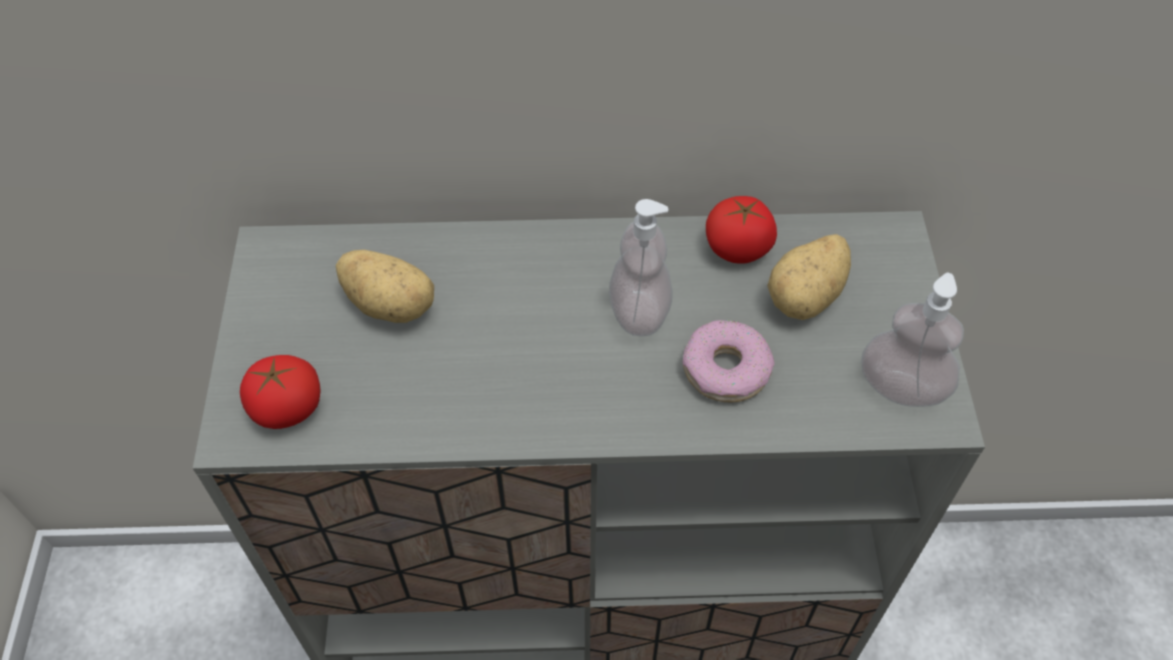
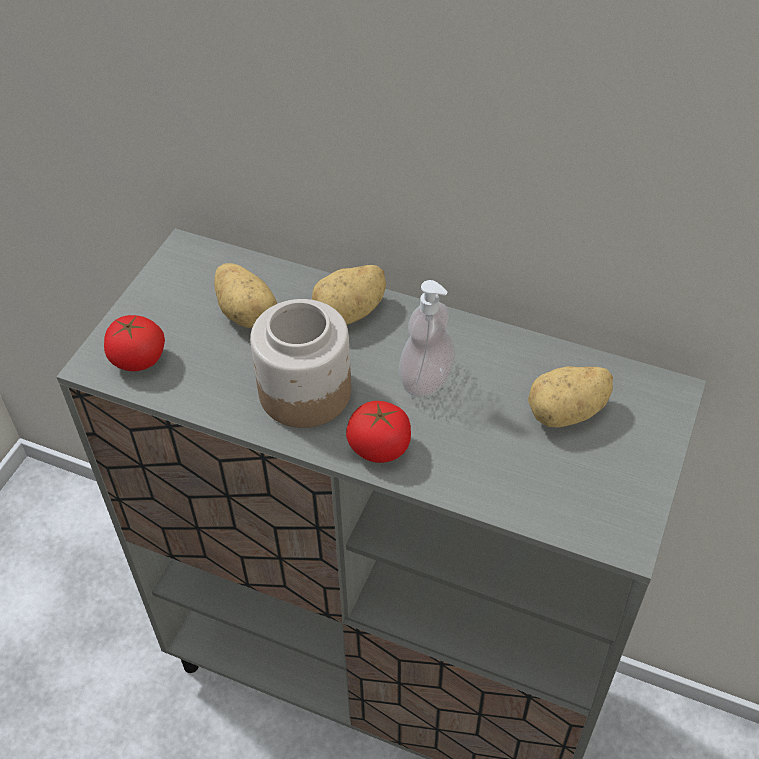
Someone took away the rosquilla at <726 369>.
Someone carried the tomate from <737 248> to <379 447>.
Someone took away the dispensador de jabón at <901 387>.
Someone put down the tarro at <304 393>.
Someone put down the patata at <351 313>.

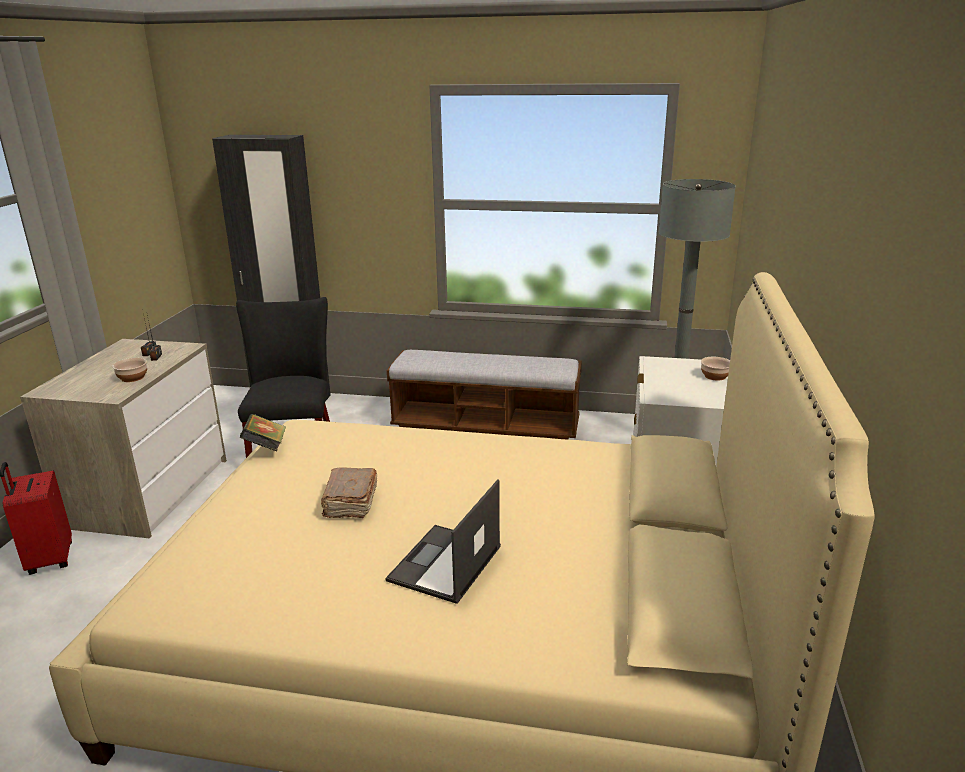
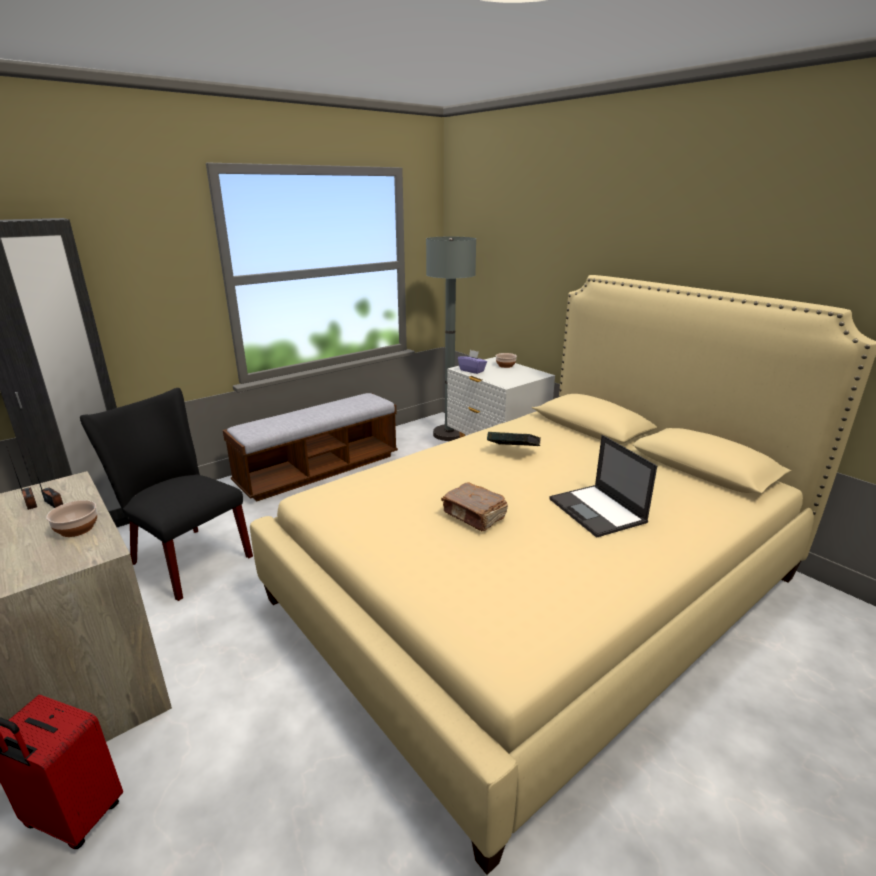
Someone carried the libro from <266 448> to <513 452>.
Someone put down the caja de pañuelos/morado at <472 370>.

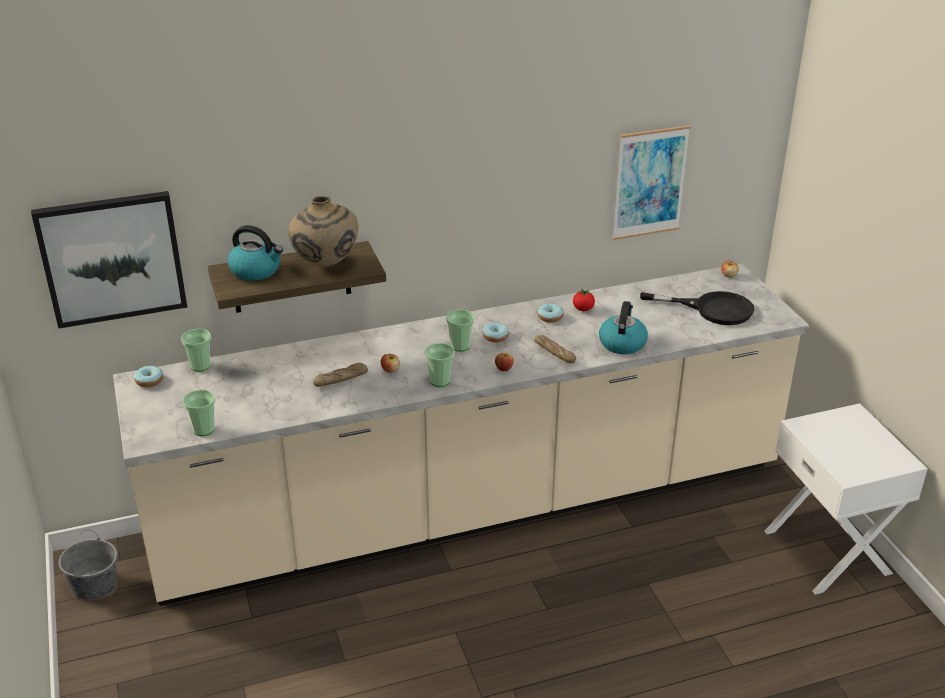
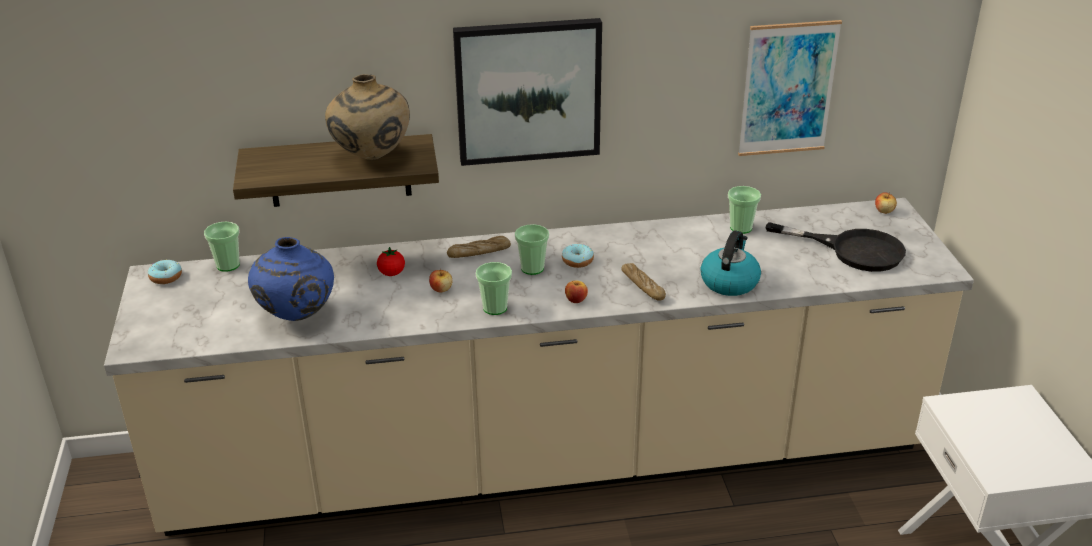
Someone carried the cuadro from <112 258> to <528 91>.
Someone took away the cubo/gris at <94 586>.
Someone carried the taza from <203 429> to <741 228>.
Someone took away the hervidor at <256 270>.
Someone carried the pan from <341 379> to <479 252>.
Someone took away the rosquilla at <550 317>.
Someone carried the tomate from <583 309> to <391 273>.
Someone put down the florero/azul at <297 316>.

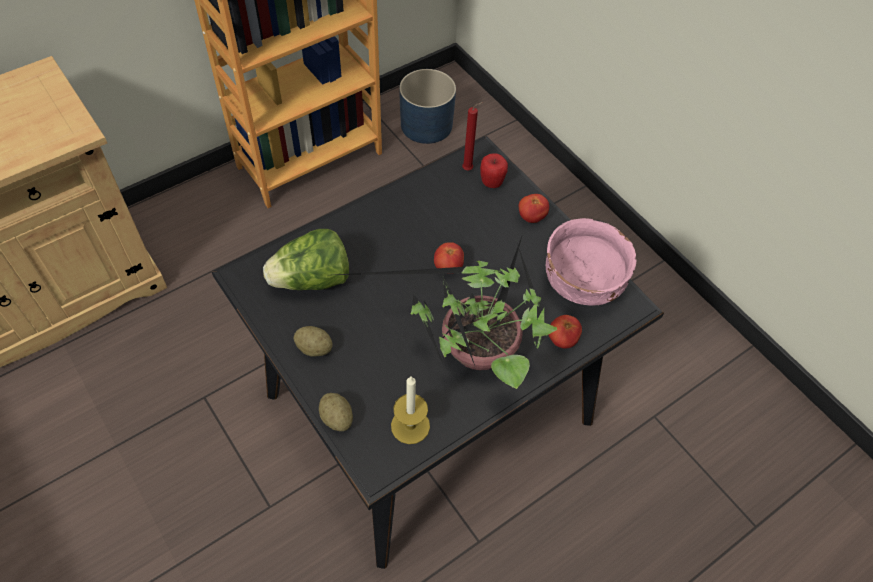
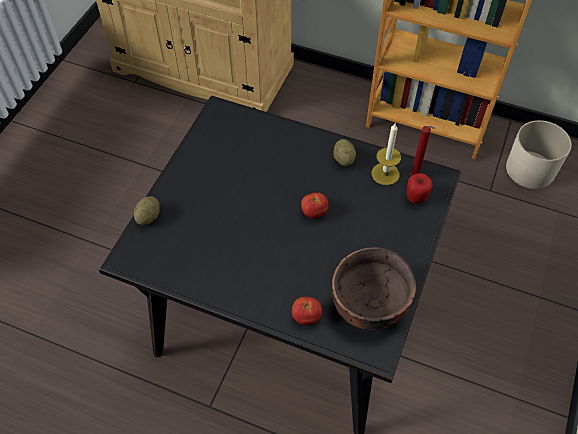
Someone took away the lechuga at <312 280>.
Someone carried the patata from <314 348> to <343 159>.
Someone took away the planta en maceta at <473 350>.
Someone carried the vela from <410 426> to <385 174>.
Someone repainted the maceta/azul at <426 125>, which became the maceta/beis at <530 170>.
Someone took away the tomate at <531 217>.
Someone repainted the cuenco/rosa at <582 284>, which became the cuenco/marrón at <370 306>.

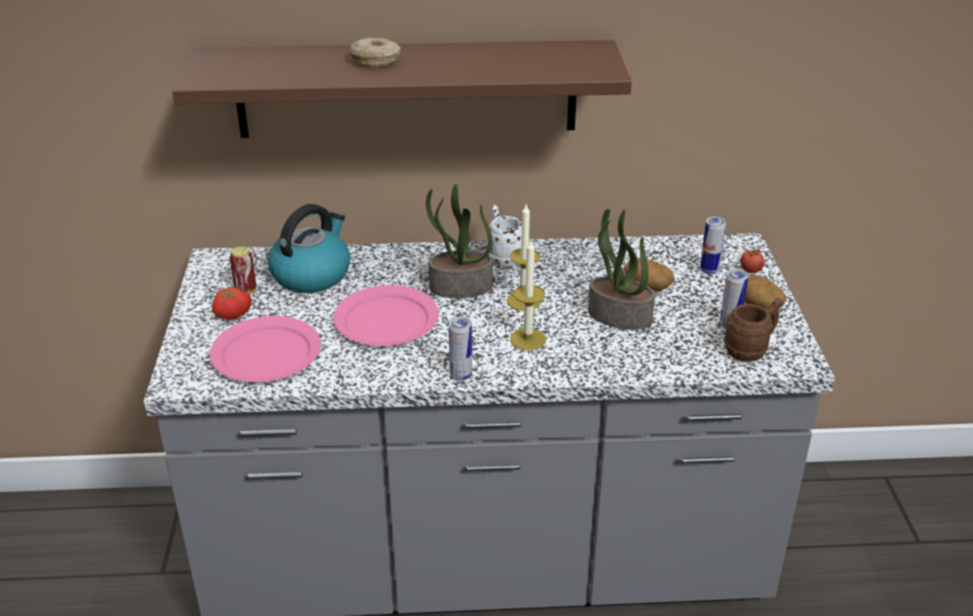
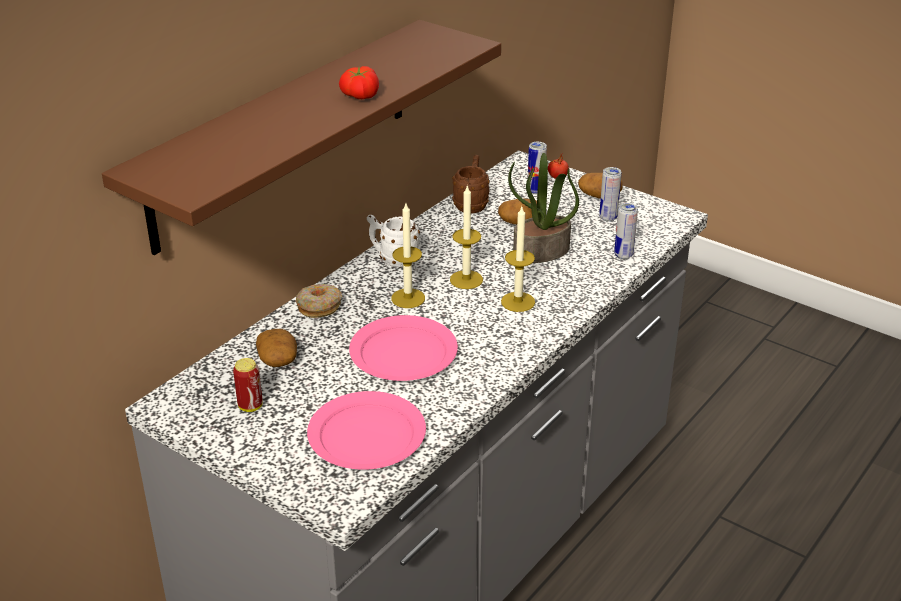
Someone carried the tomate from <231 313> to <359 96>.
Someone swapped the hervidor at <312 274> for the patata at <278 360>.
Someone carried the rosquilla from <375 60> to <319 306>.
Someone swapped the planta en maceta at <460 288> for the vela at <408 298>.
Someone carried the lata from <461 375> to <623 255>.
Someone carried the taza grande/marrón from <750 350> to <471 204>.

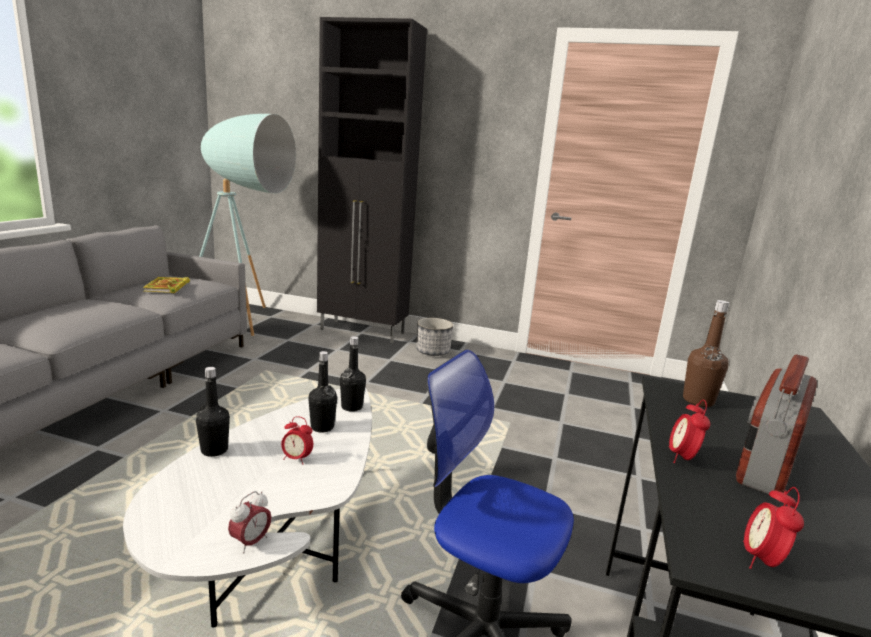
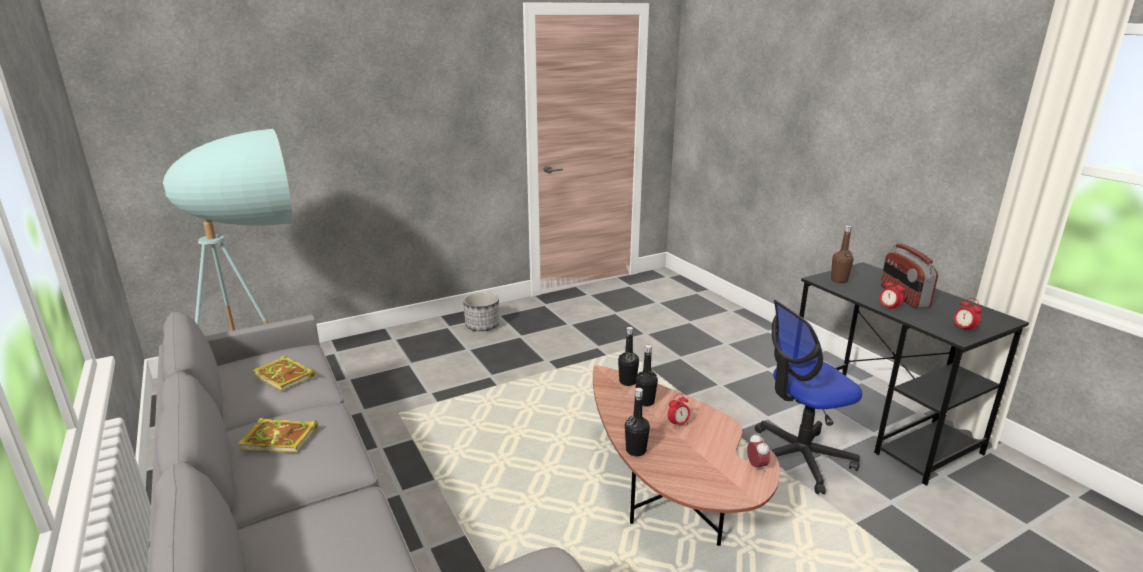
Someone repainted the mesa de centro/blanco at <278 548>, which became the mesa de centro/marrón at <667 496>.
Someone took away the armario/negro at <363 332>.
Someone put down the libro at <281 438>.

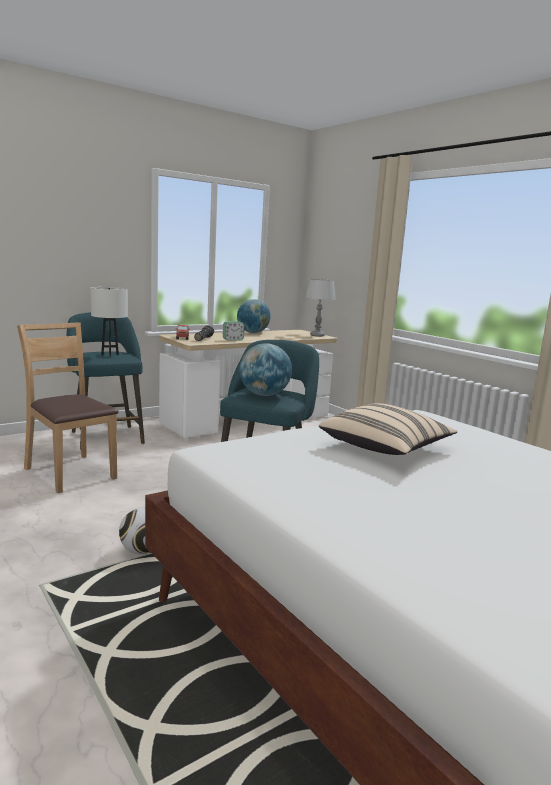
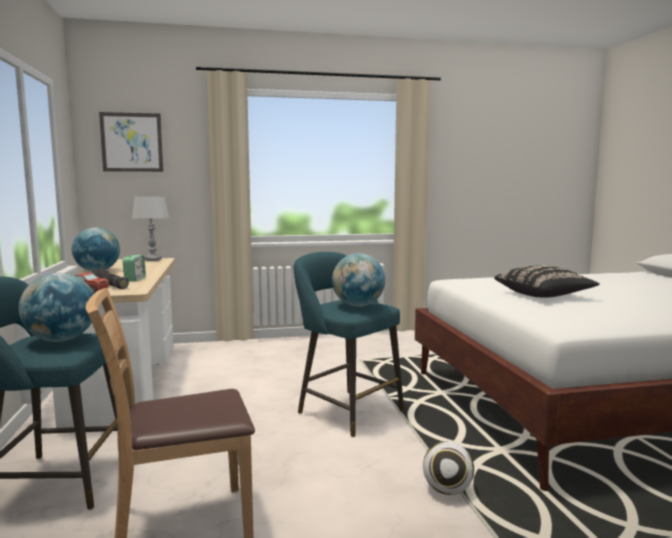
Someone swapped the lámpara de mesa/blanco at <109 354> for the globo terráqueo at <61 340>.
Someone repainted the cojín/beis at <385 449>, which became the cojín/negro at <544 295>.
Someone put up the cuadro at <132 142>.

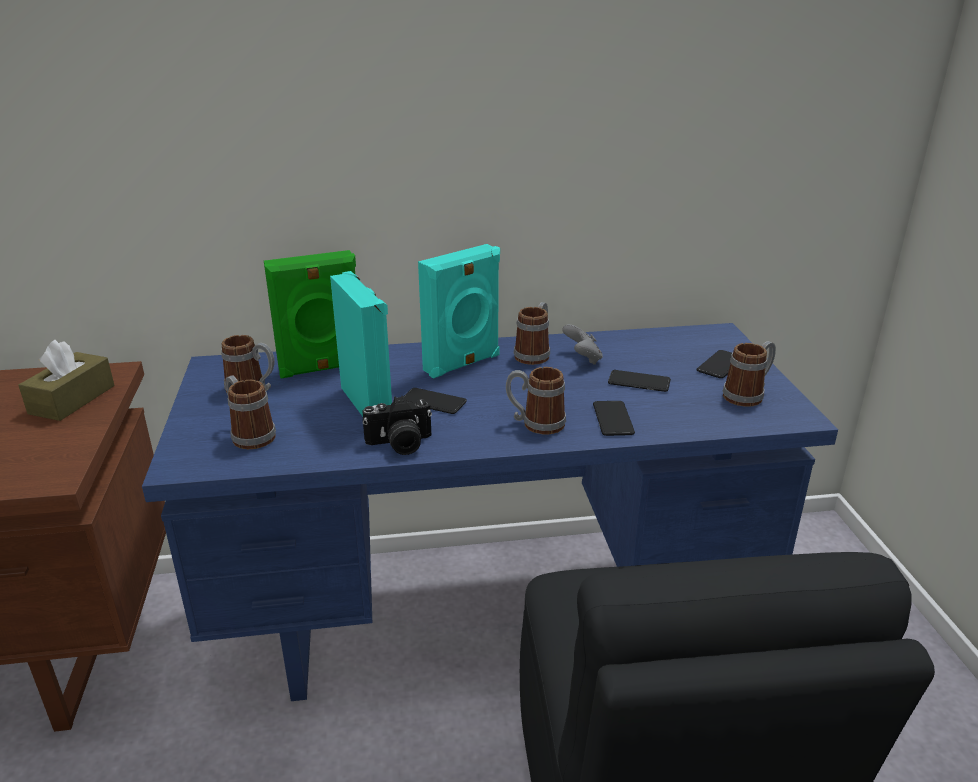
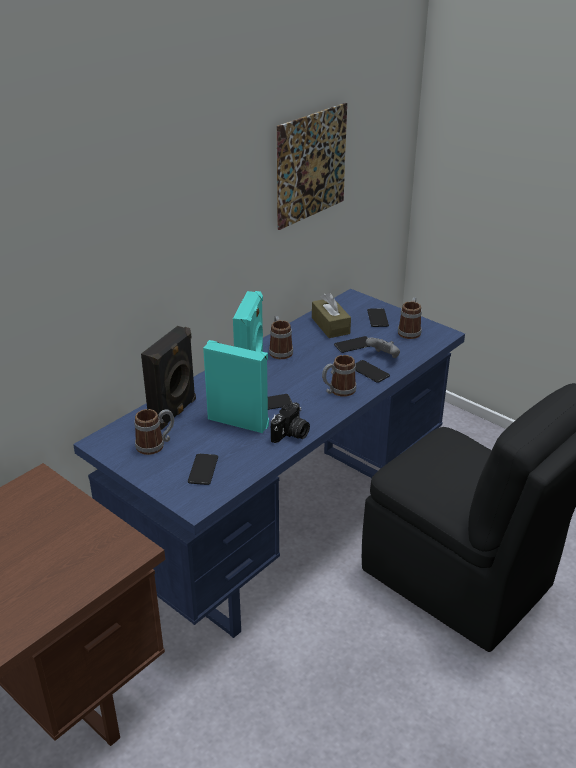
Someone carried the caja de pañuelos/marrón from <72 399> to <330 326>.
Someone swapped the taza grande at <249 435> for the móvil at <203 470>.
Someone repainted the altavoz/verde at <321 368>, which became the altavoz/negro at <174 413>.
Someone carried the mando de consola/gris from <582 359> to <384 357>.
Someone put up the cuadro at <311 165>.

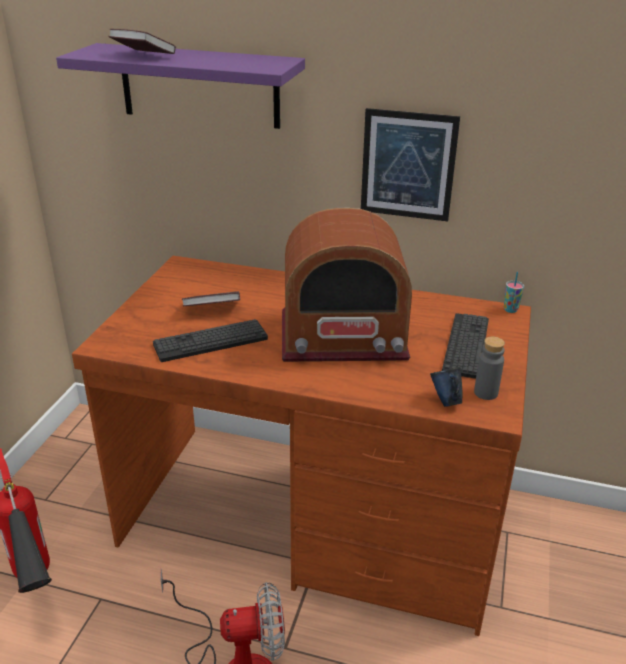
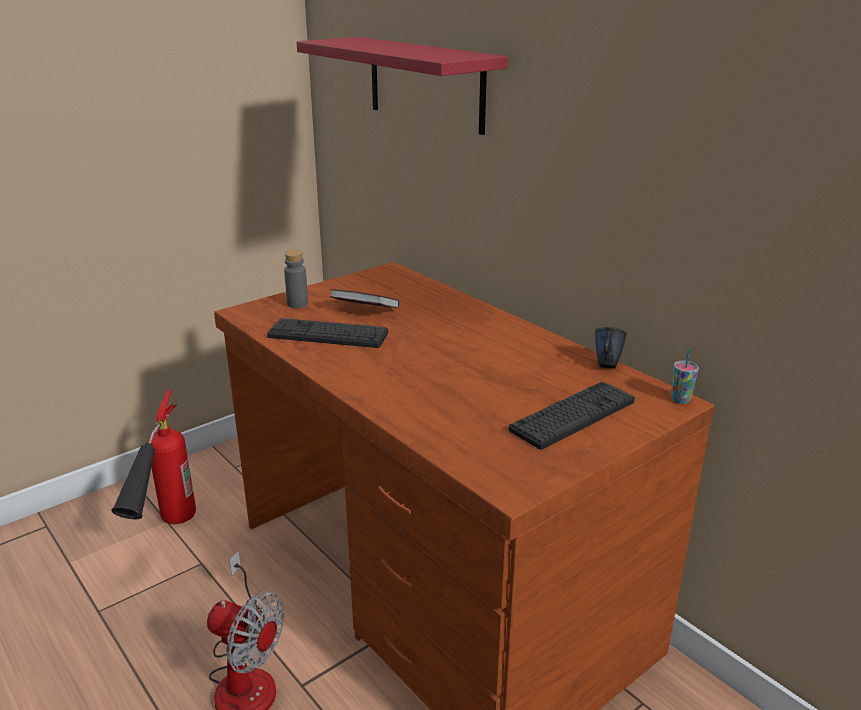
Someone repainted the estante/morado at <199 86>, which became the estante/rojo at <425 84>.
Someone took away the libro at <143 56>.
Someone took away the radio at <343 336>.
Someone took away the cuadro at <408 165>.
Someone carried the taza grande/azul from <446 402> to <606 365>.
Someone carried the botella/gris from <485 393> to <297 304>.

